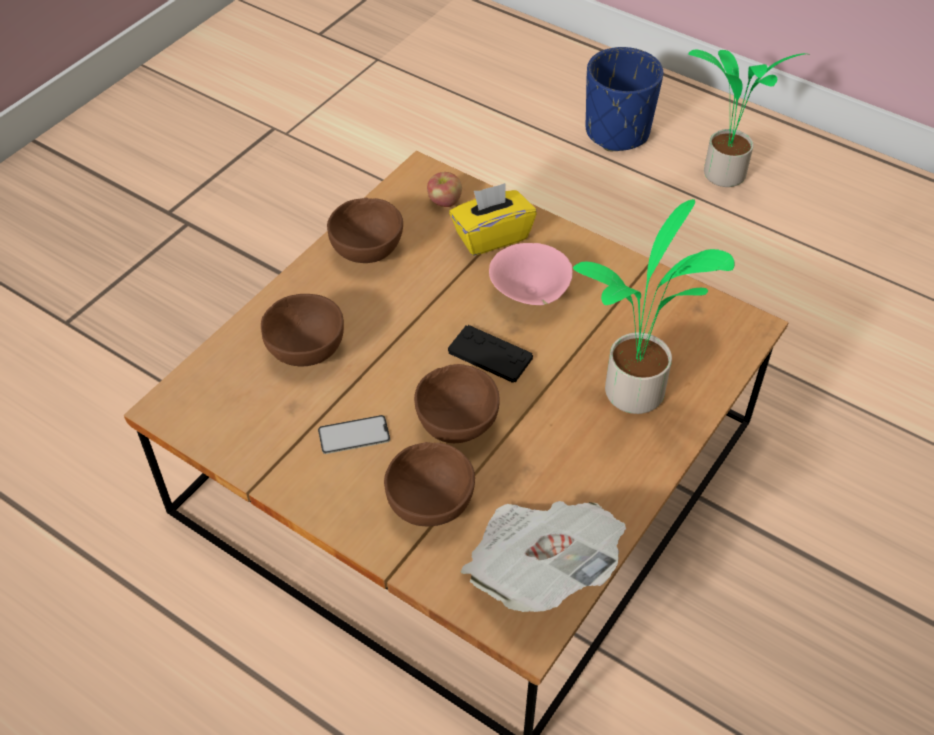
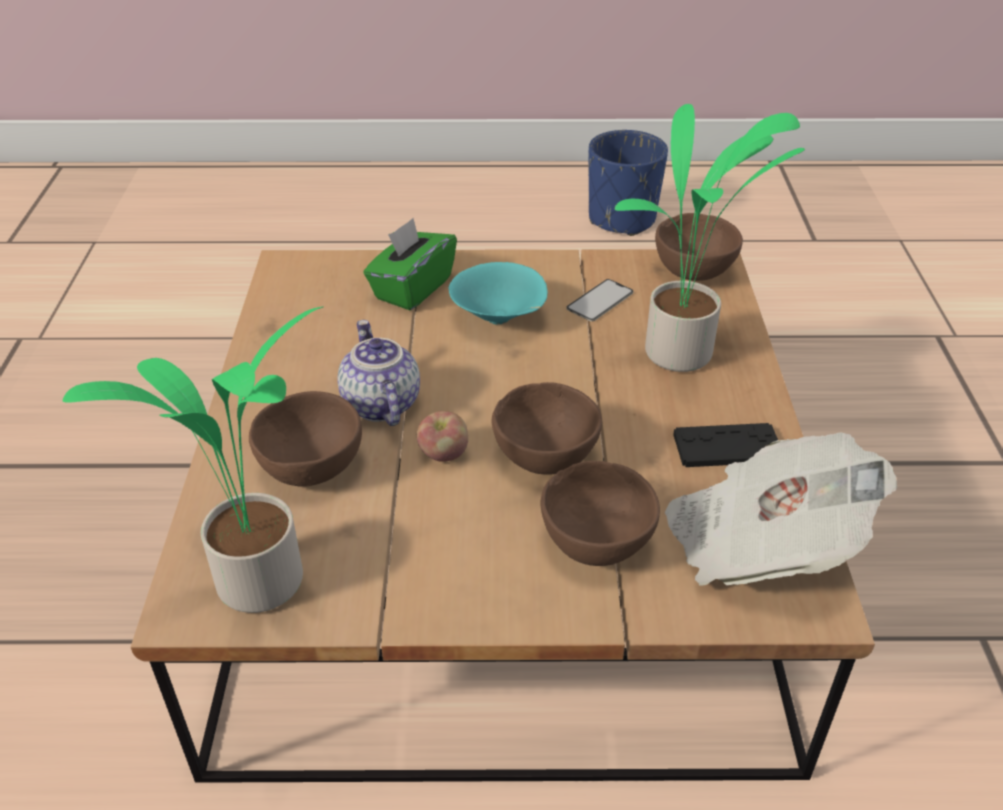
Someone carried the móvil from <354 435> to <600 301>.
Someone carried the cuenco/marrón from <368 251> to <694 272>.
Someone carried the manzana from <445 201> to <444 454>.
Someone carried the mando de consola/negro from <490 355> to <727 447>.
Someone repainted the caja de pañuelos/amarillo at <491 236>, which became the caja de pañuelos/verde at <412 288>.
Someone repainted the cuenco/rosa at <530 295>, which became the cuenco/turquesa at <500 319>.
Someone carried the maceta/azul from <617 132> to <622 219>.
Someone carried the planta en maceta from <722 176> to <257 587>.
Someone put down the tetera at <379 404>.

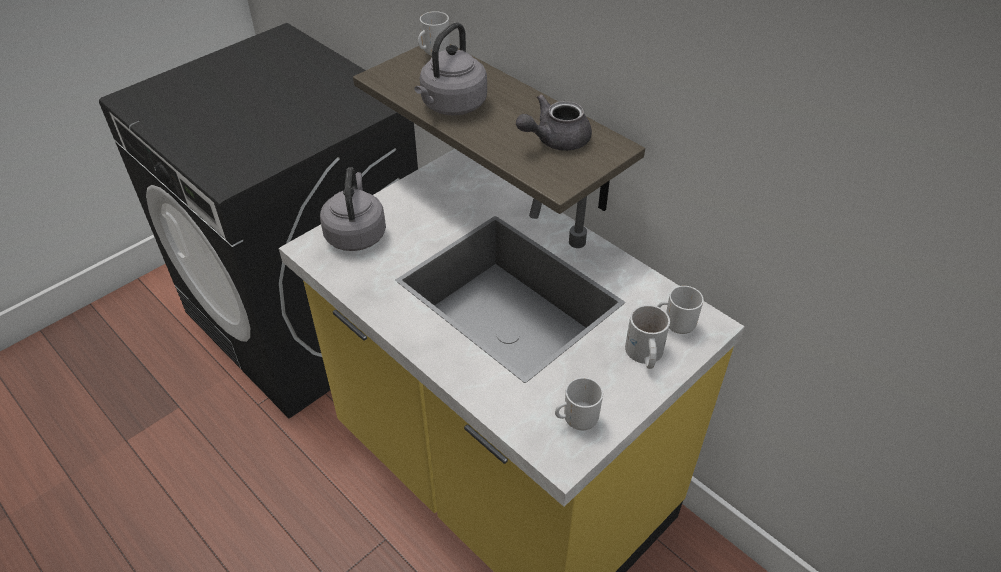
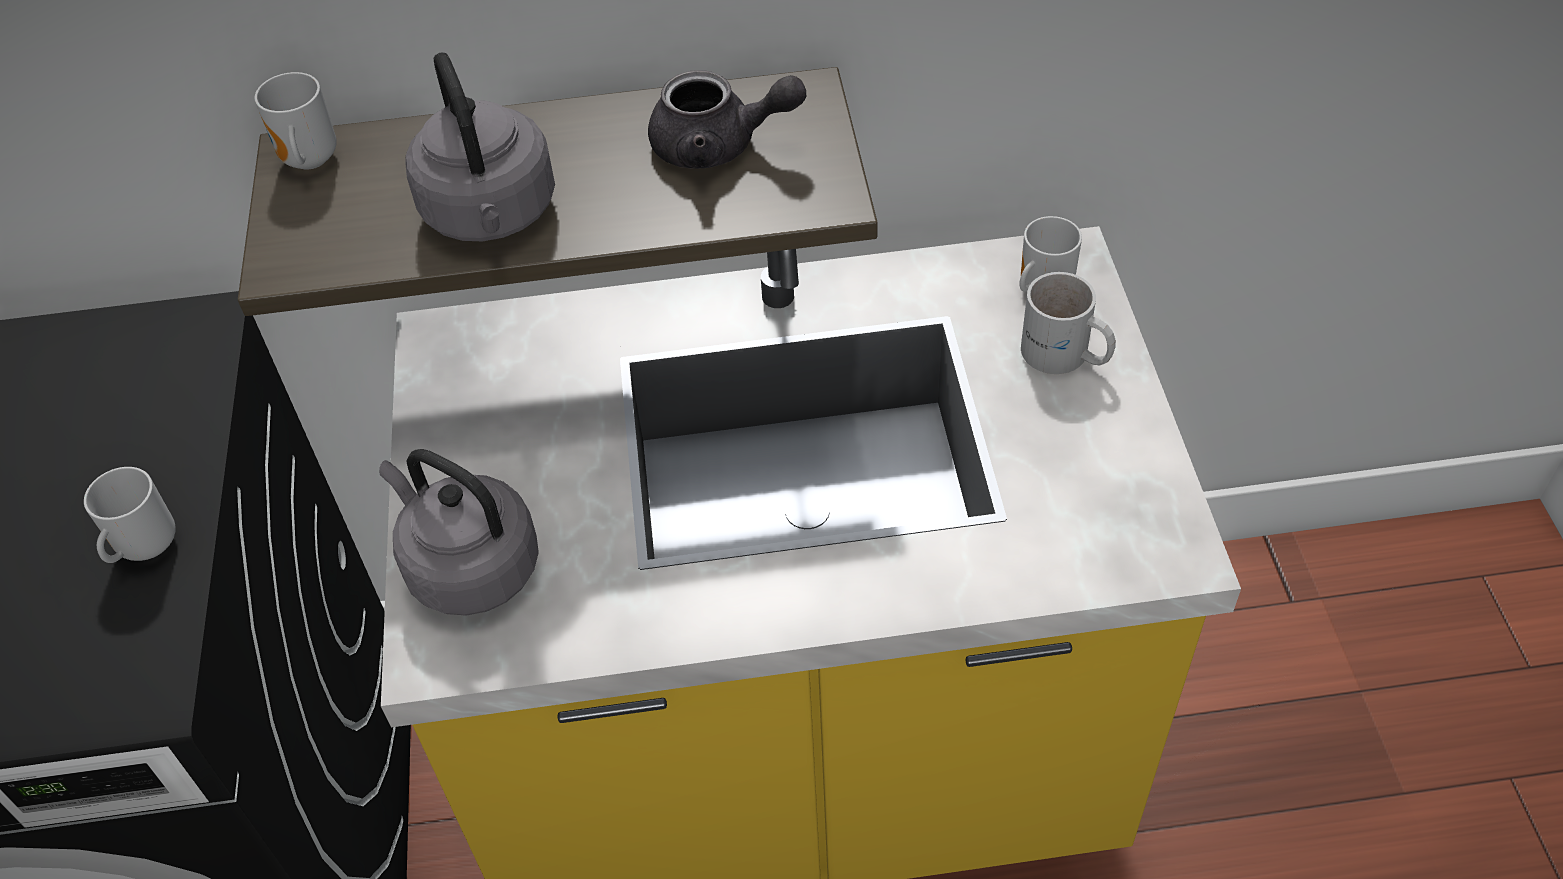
Someone rotated the tetera/gris at <555 140> by 90 degrees counterclockwise.
Someone carried the taza grande from <577 420> to <144 547>.

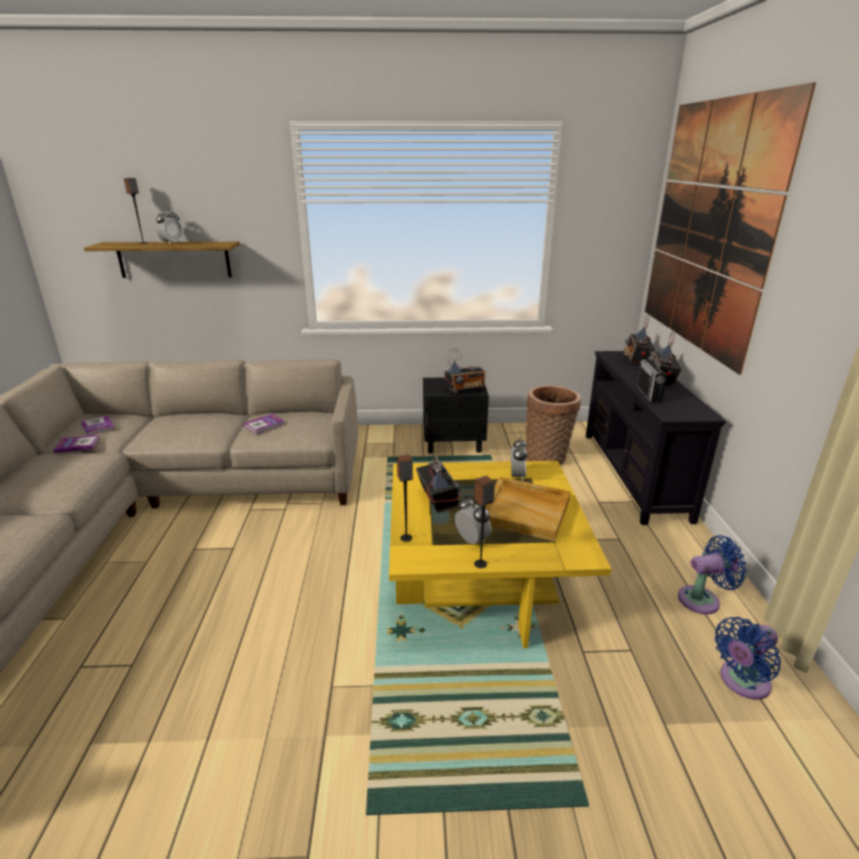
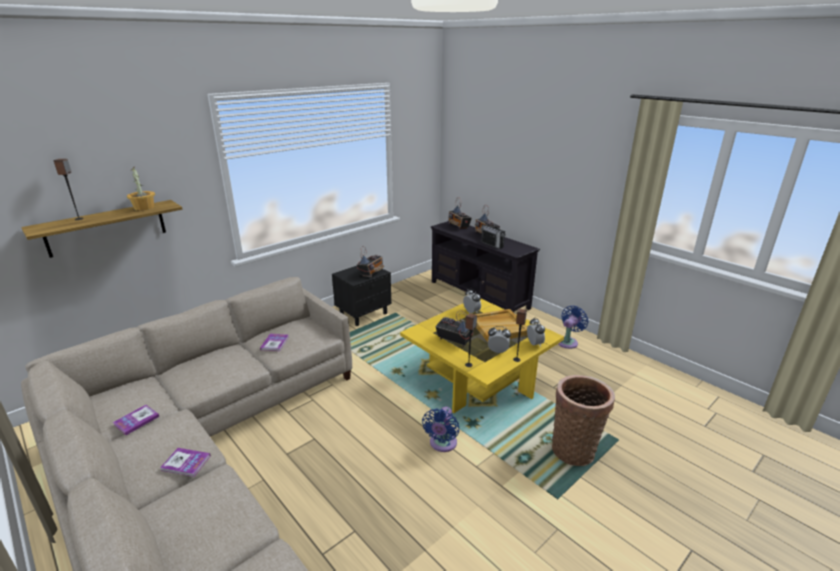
Someone carried the libro from <97 426> to <186 463>.
Someone carried the despertador from <172 243> to <534 344>.
Someone carried the cesta from <547 458> to <574 449>.
Someone took away the cuadro at <708 227>.
Someone carried the ventilador/azul from <741 682> to <442 444>.
Someone put down the planta en maceta at <144 208>.

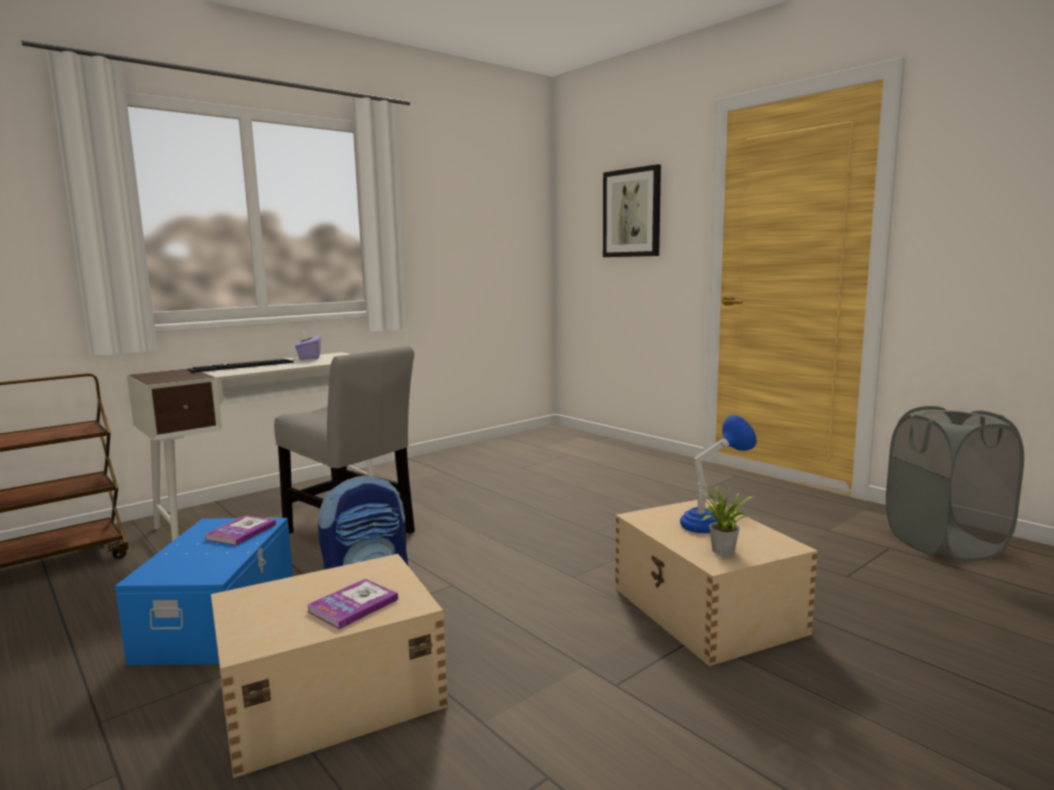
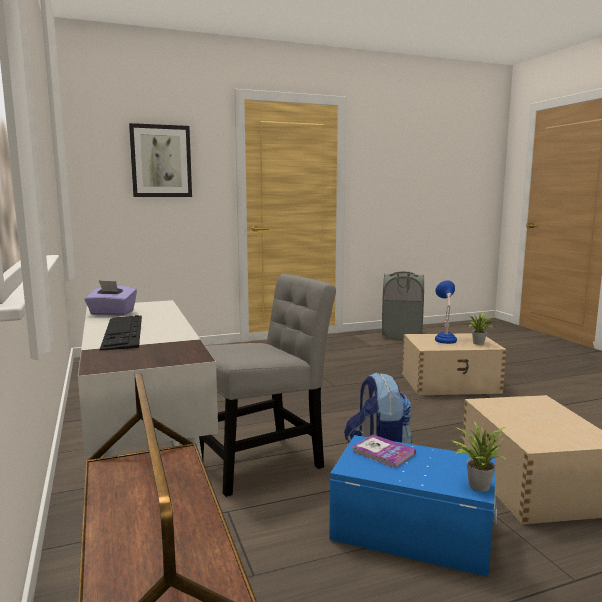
Someone took away the libro at <353 605>.
Someone put down the planta en maceta at <476 485>.

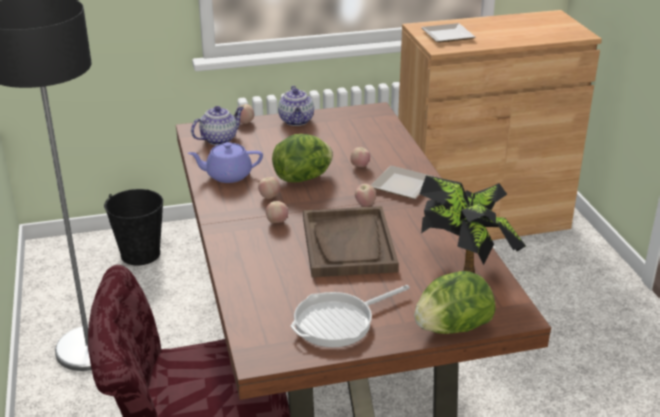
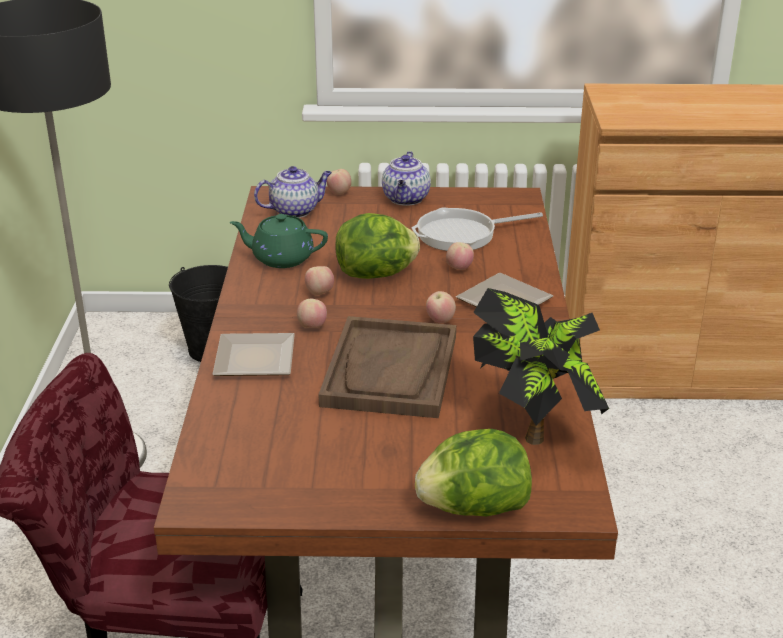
Someone repainted the tetera/morado at <227 175>, which became the tetera/verde at <281 258>.
Someone carried the sartén from <339 322> to <462 234>.
Someone carried the plato from <449 36> to <257 361>.

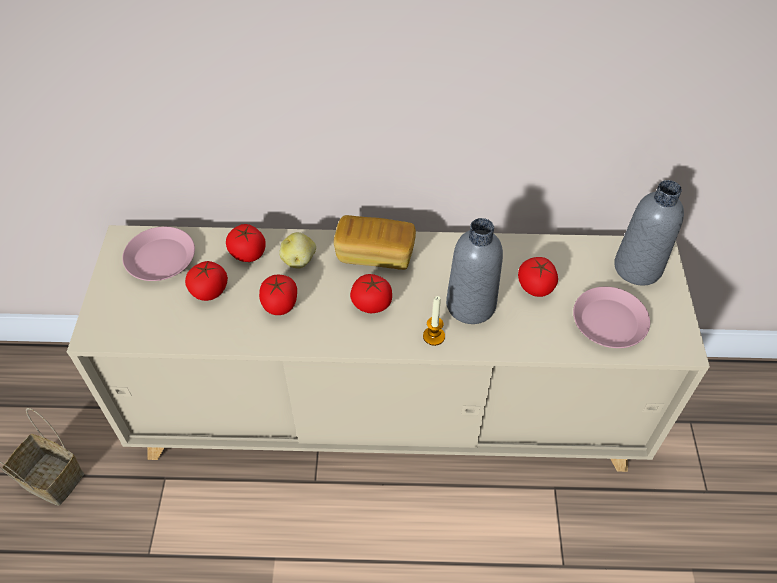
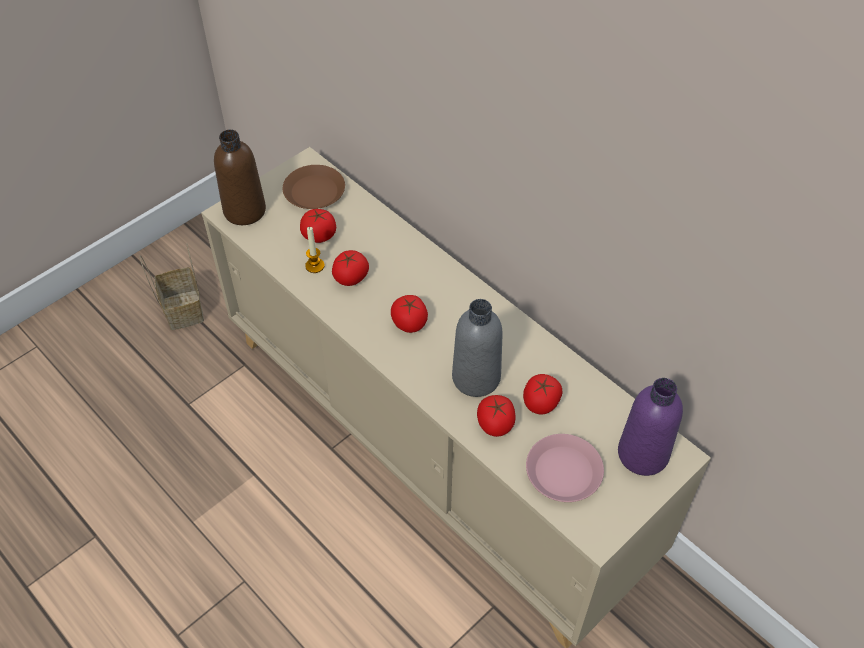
Someone repainted the plato/rosa at <160 259>, which became the plato/marrón at <314 192>.
Someone carried the tomate from <248 253> to <495 424>.
Someone took away the patata at <299 260>.
Someone took away the pan at <375 254>.
Someone carried the vela from <434 336> to <315 266>.
Someone repainted the botella/gris at <637 267>, which became the botella/morado at <643 454>.
Someone put down the botella/marrón at <244 211>.

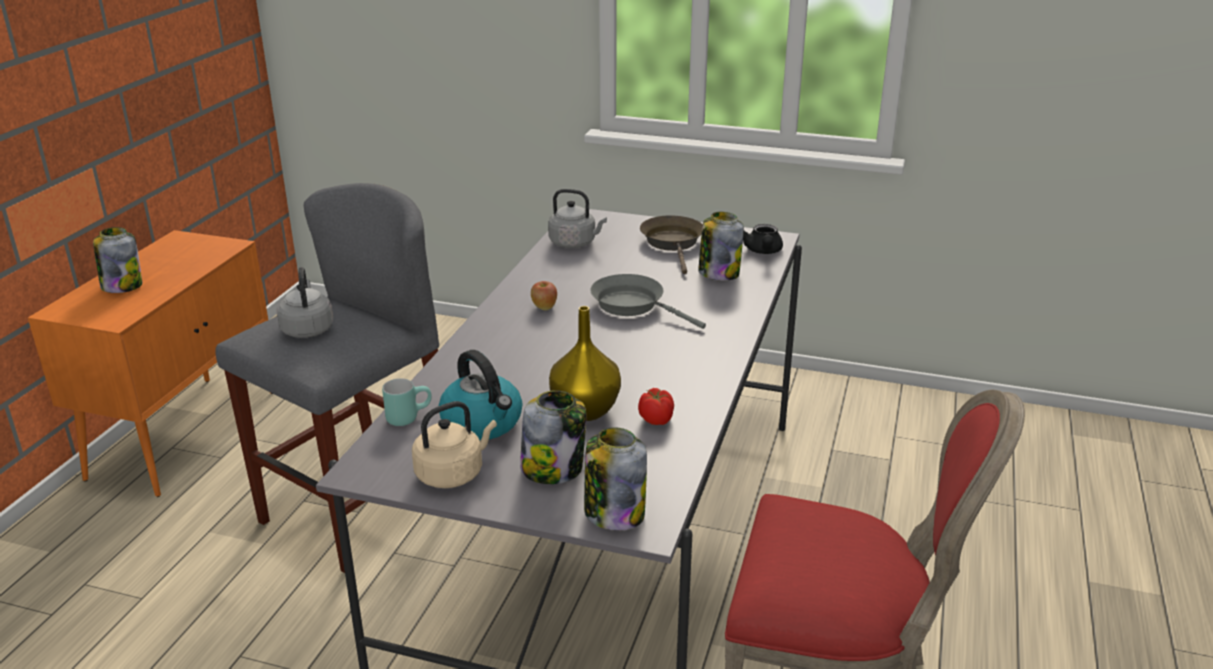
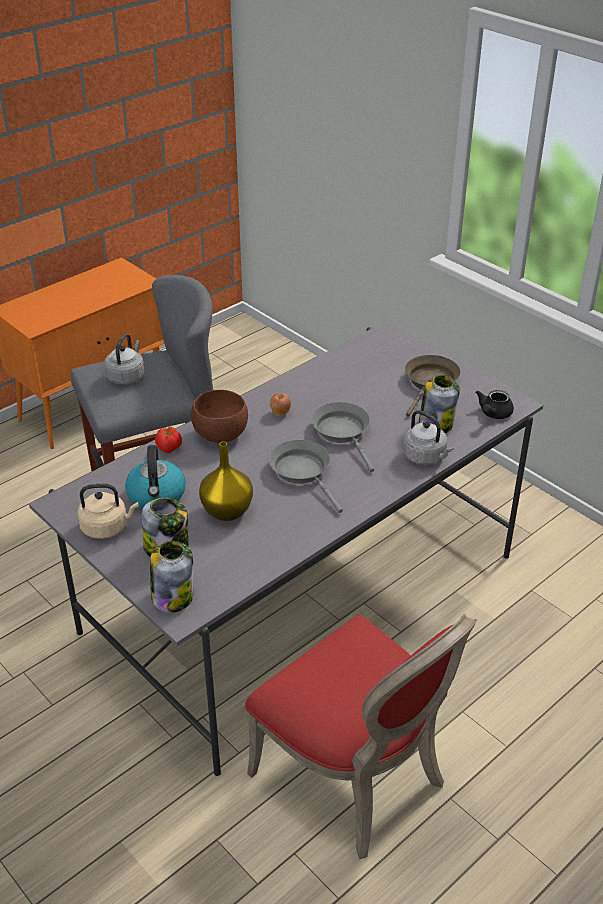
Someone took away the tarro at <122 286>.
Someone took away the taza grande/turquesa at <408 416>.
Someone carried the hervidor/gris from <575 243> to <426 457>.
Someone carried the tomate from <656 420> to <169 448>.
Someone put down the cuenco/marrón at <221 436>.
Someone put down the sartén/gris at <303 472>.

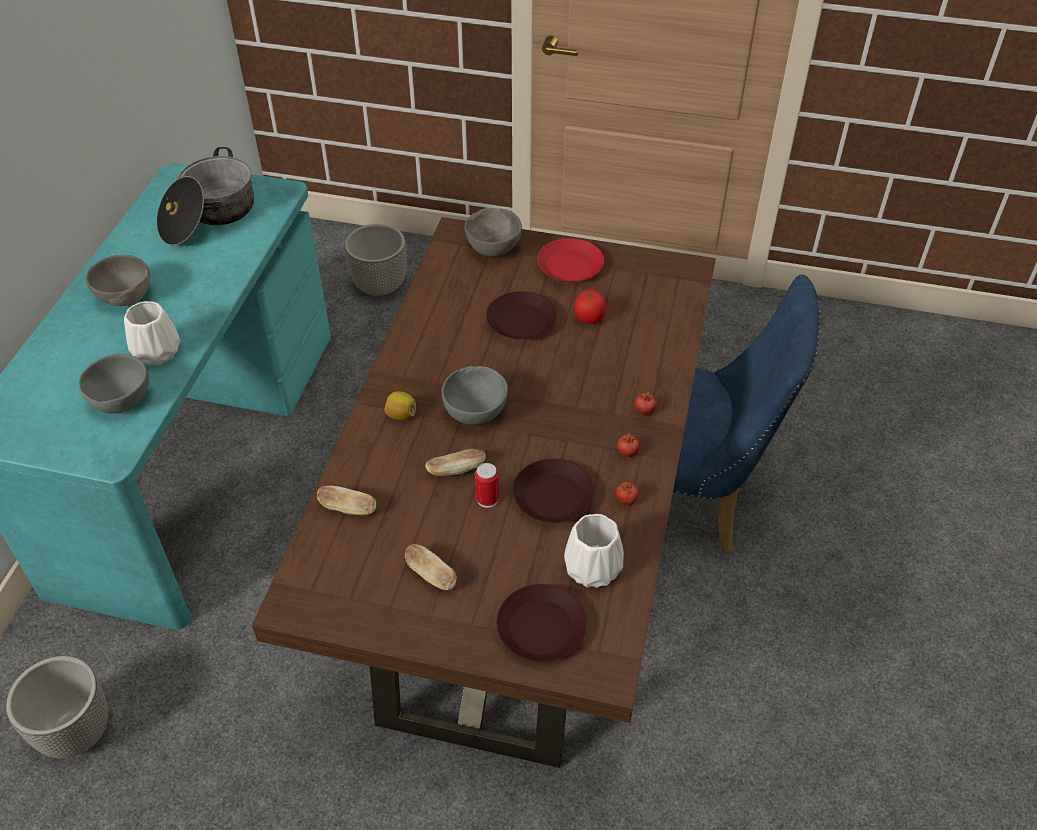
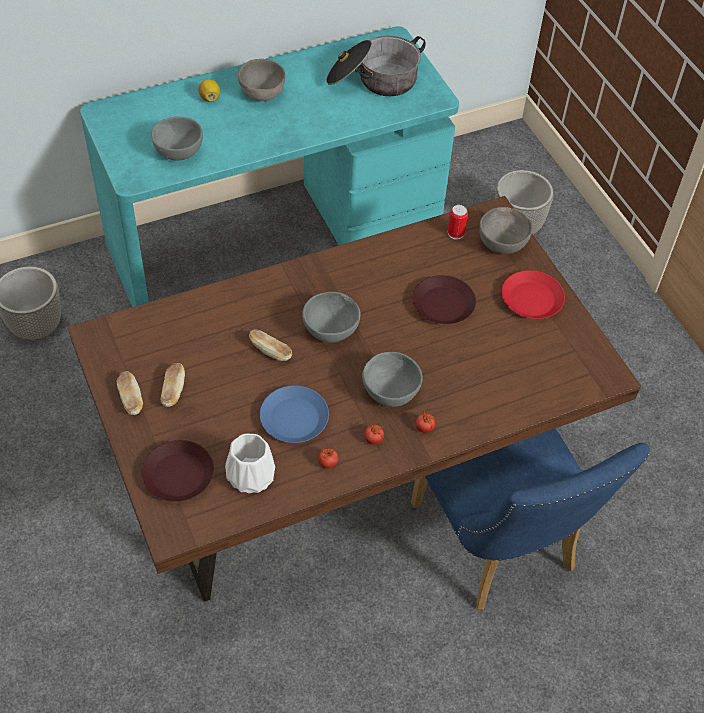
Someone took away the florero/blanco at <156 353>.
Someone carried the pan from <348 509> to <131 399>.
Someone carried the limón from <401 415> to <210 98>.
Someone carried the lata from <487 499> to <455 233>.
Someone repainted the plato/marrón at <552 496>, which became the plato/azul at <294 418>.
Someone took away the tomate at <589 318>.
Someone put down the cuenco/gris at <390 392>.

